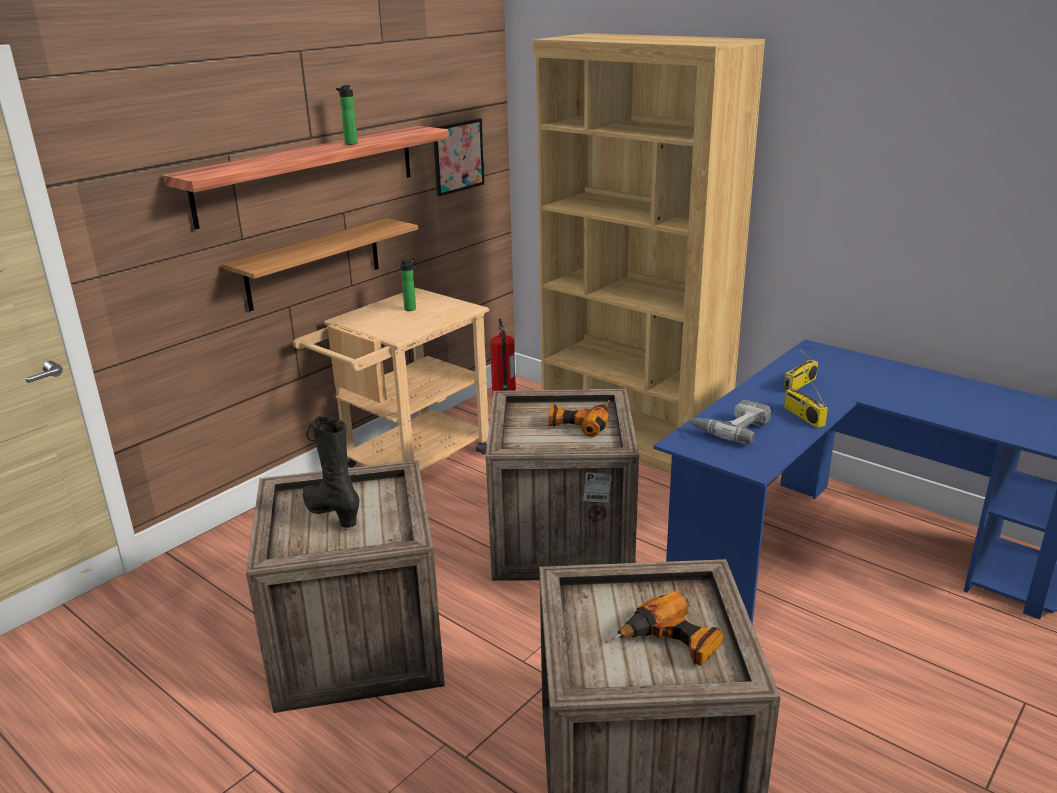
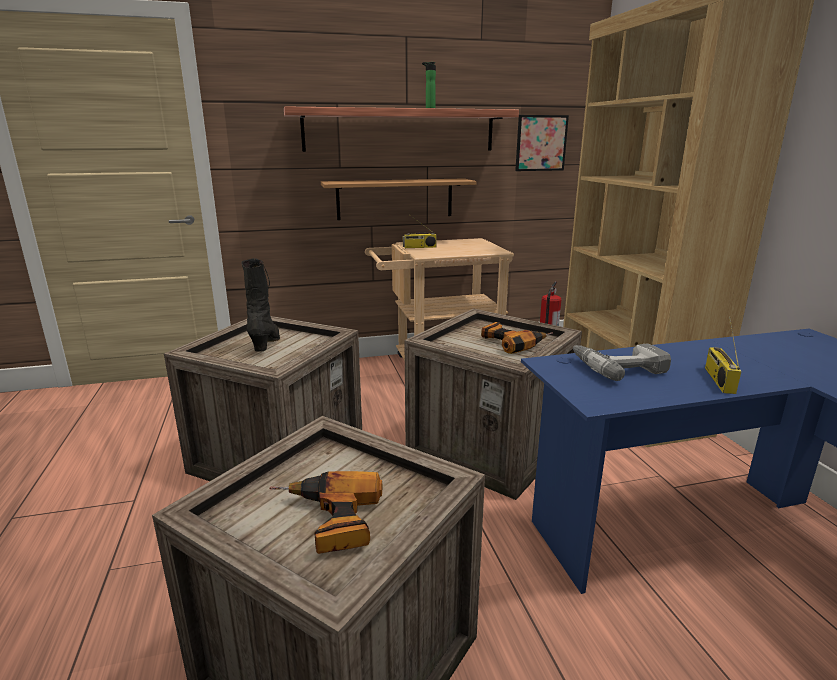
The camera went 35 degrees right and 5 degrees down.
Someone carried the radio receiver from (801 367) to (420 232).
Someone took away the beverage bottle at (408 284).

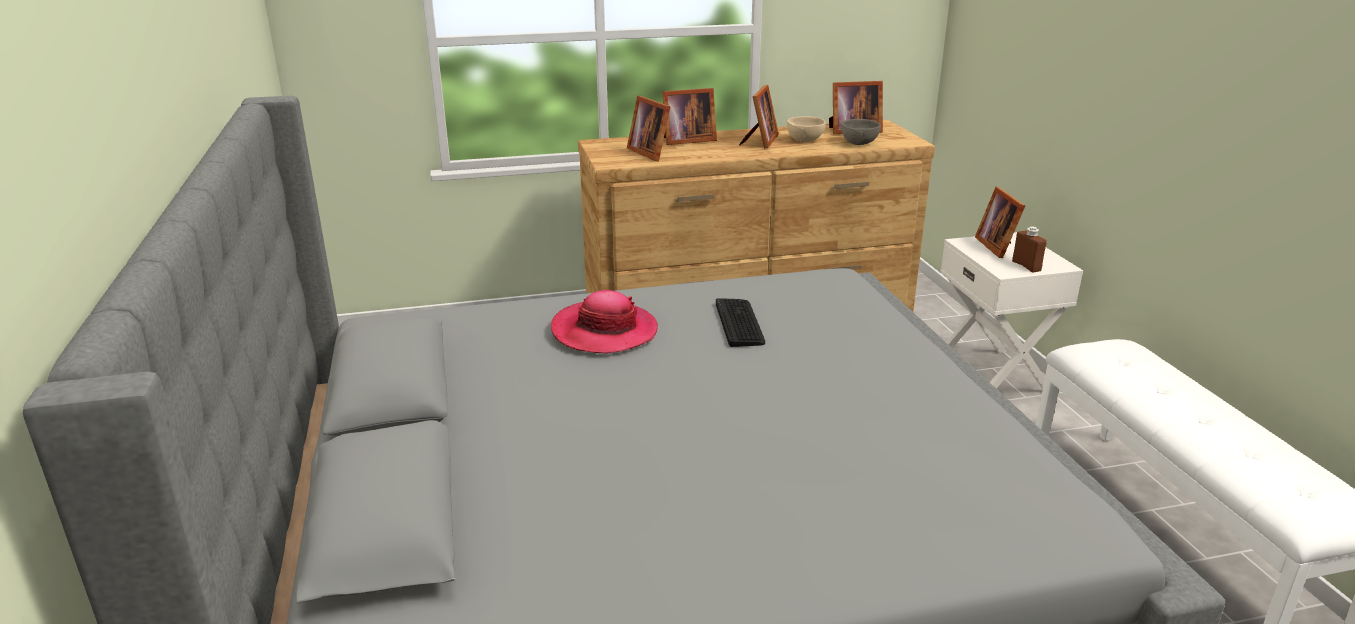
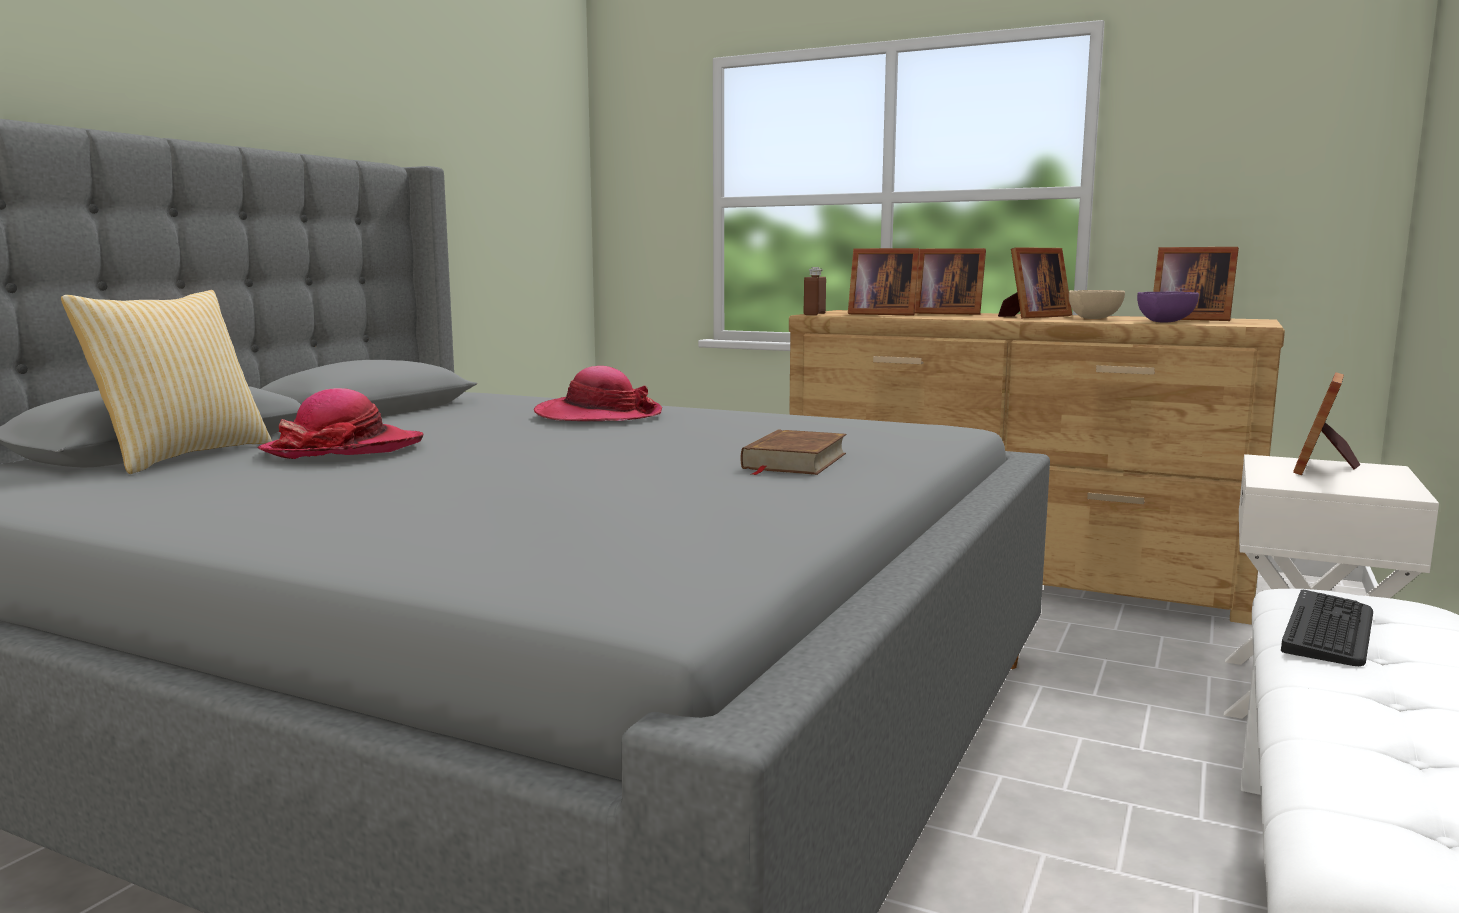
The camera went 40 degrees right and 15 degrees down.
Someone put down the cushion at (166 382).
Someone put down the clothing hat at (340 423).
Someone put down the bound book in brownish at (794 452).
Someone carried the beverage bottle in brownish from (1029 249) to (815 291).
Someone rotated the photo frame at (648 128) by 75 degrees counterclockwise.
Someone repainted the deep dish in grey at (861 132), which became the deep dish in purple at (1168 307).
Someone carried the keyboard from (740 322) to (1327 628).

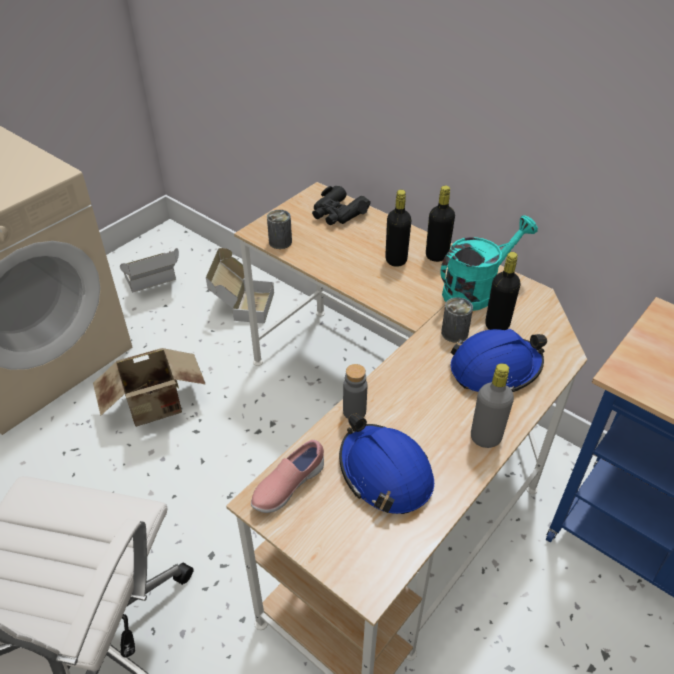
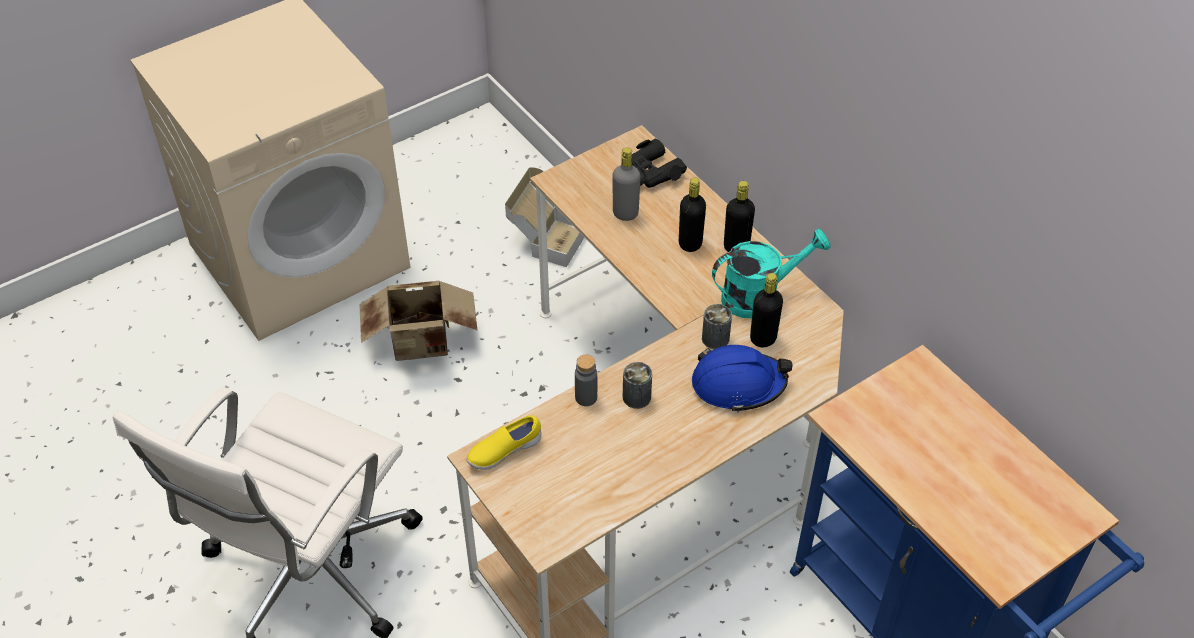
The camera went 15 degrees right and 5 degrees up.
Someone repainted the low shoe in pink-coloured at (287 476), which became the low shoe in yellowish at (503 442).
Someone carried the beverage bottle in grey from (492 405) to (626 184).
Someone carried the can from (279 229) to (637 385).
Someone took away the packing box at (149 270).
Someone took away the safety helmet in blue-coloured at (386 463).

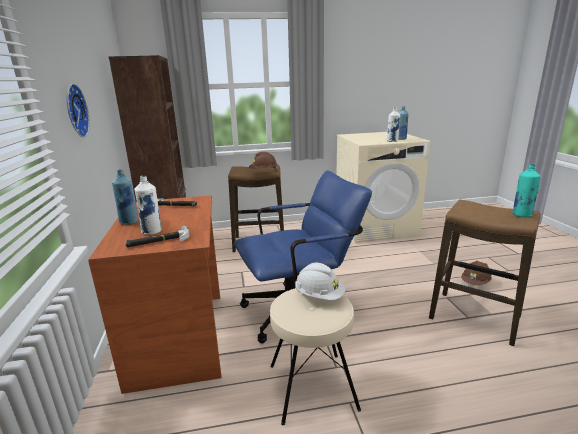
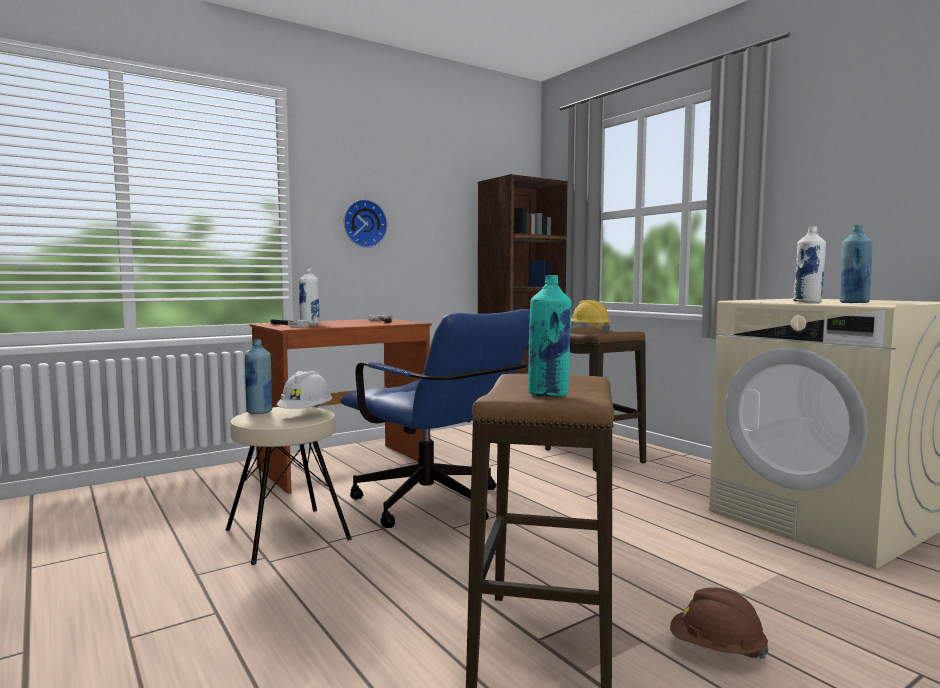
The camera went 65 degrees right and 15 degrees down.
Someone carried the beverage bottle in blue-coloured from (125 197) to (258 376).
Someone repainted the safety helmet in brownish at (263 161), which became the safety helmet in yellowish at (591 316).

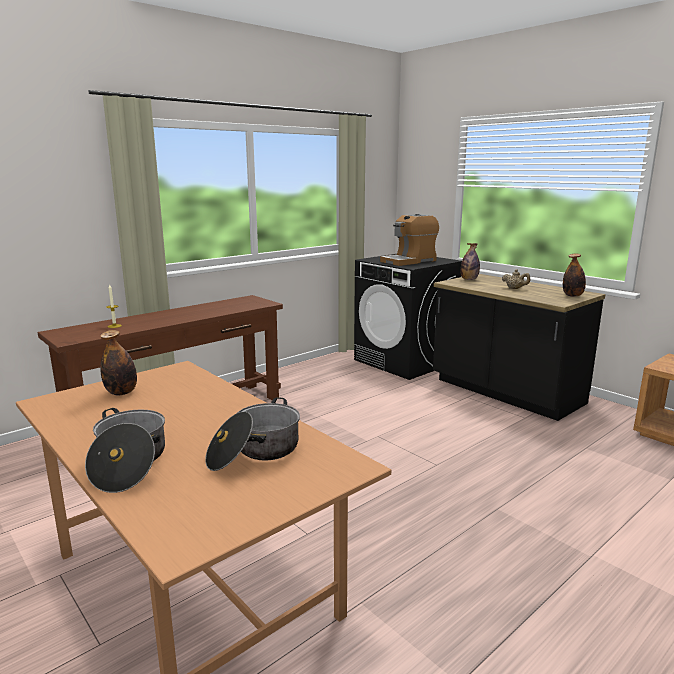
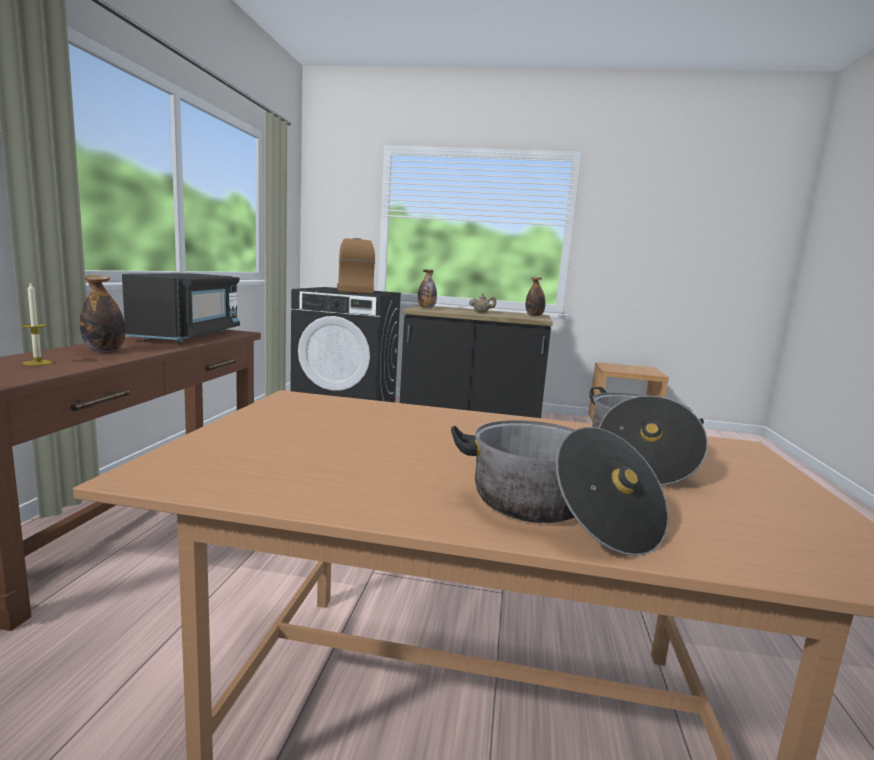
The camera went 40 degrees left and 5 degrees down.
Someone carried the beverage bottle from (118 362) to (103 313).
Someone put down the kitchen microwave in black at (181 307).
Someone rotated the coffee maker at (409 240) by 150 degrees clockwise.

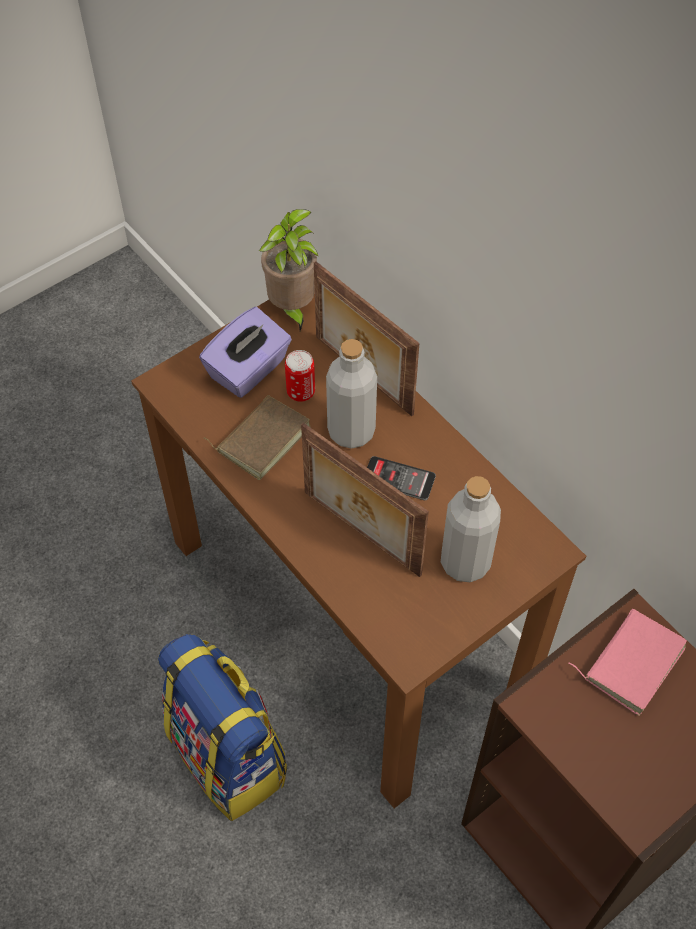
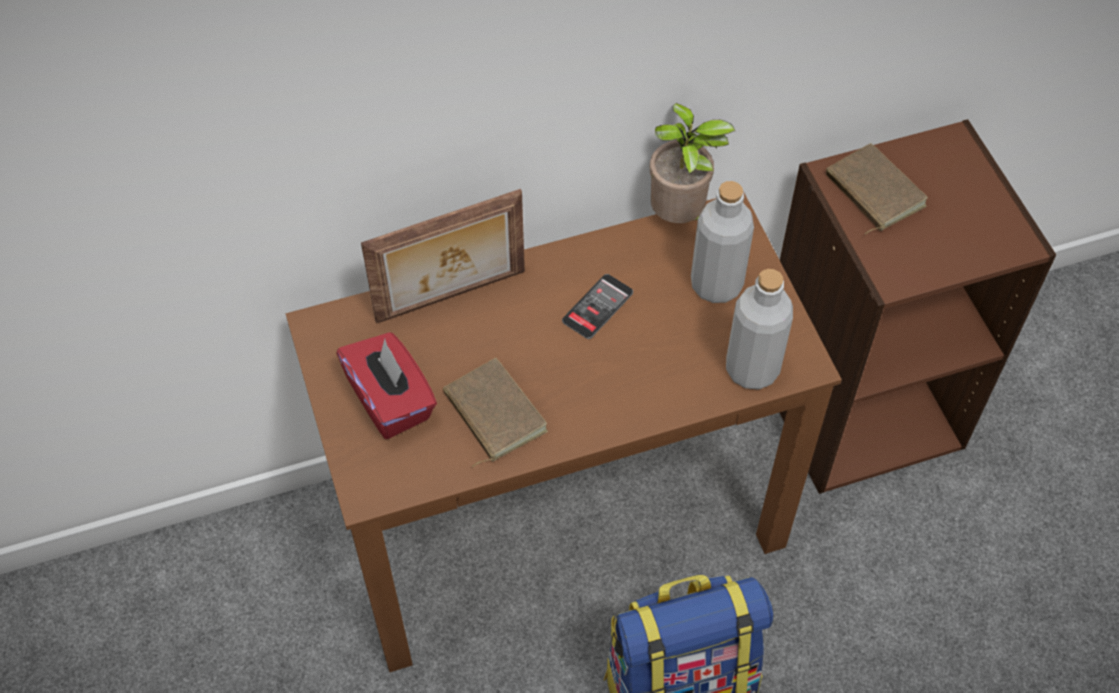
The camera went 70 degrees left and 0 degrees up.
Someone repainted the box of tissues in purple at (245 352), which became the box of tissues in red-coloured at (386 385).
Someone carried the plant in a pot from (289 270) to (692 163).
Someone carried the beverage bottle in grey from (351 394) to (759 329).
Someone repainted the bound book in pink-coloured at (627 662), which became the bound book in brownish at (877 189).
Someone took away the can at (300 376).
Someone took away the photo frame at (365 500).

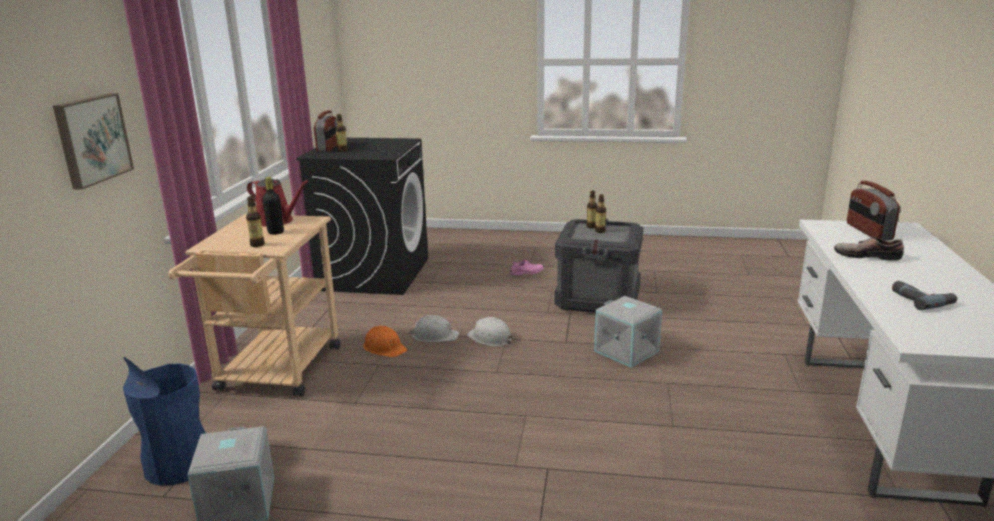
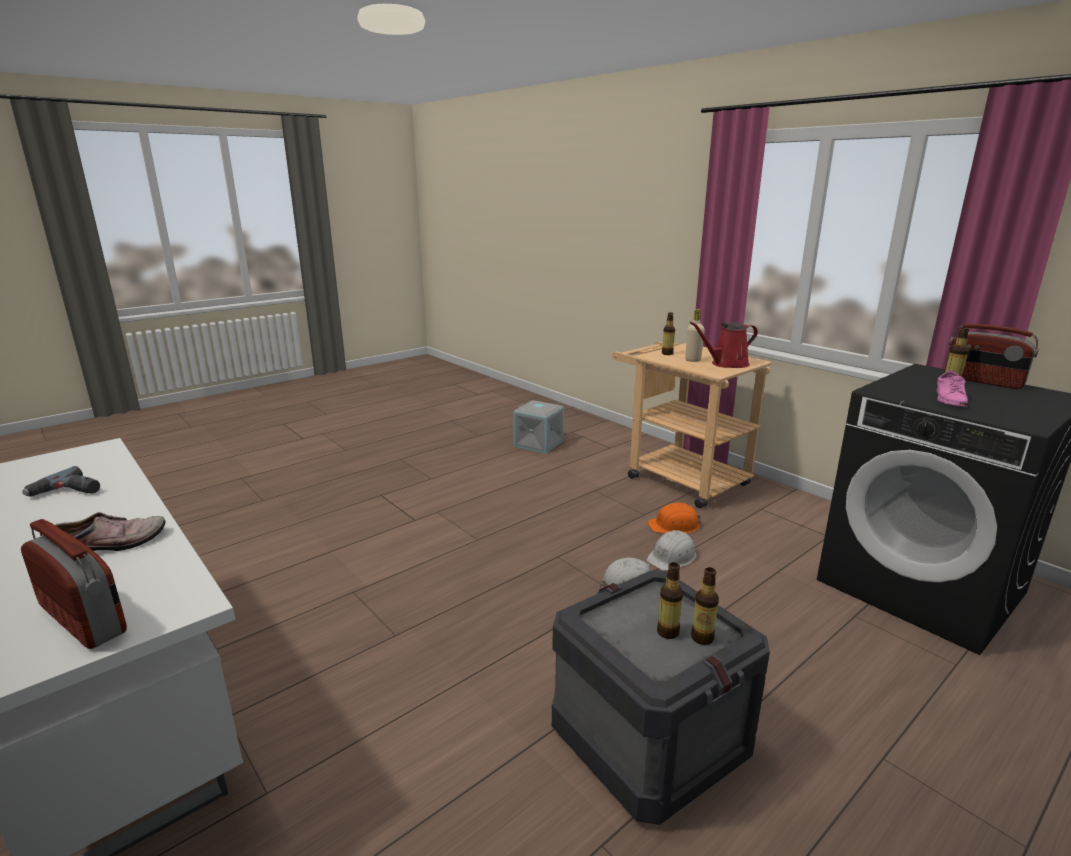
The camera went 130 degrees right and 0 degrees up.
Someone repainted the beverage bottle in black at (273 206), which became the beverage bottle in sand-coloured at (695 335).
Someone carried the low shoe in pink-coloured from (527 267) to (952 388).
Someone took away the wall picture at (93 141).
Someone took away the rubbish bin in blue-coloured at (164 421).
Someone took away the storage container in grey at (628 332).

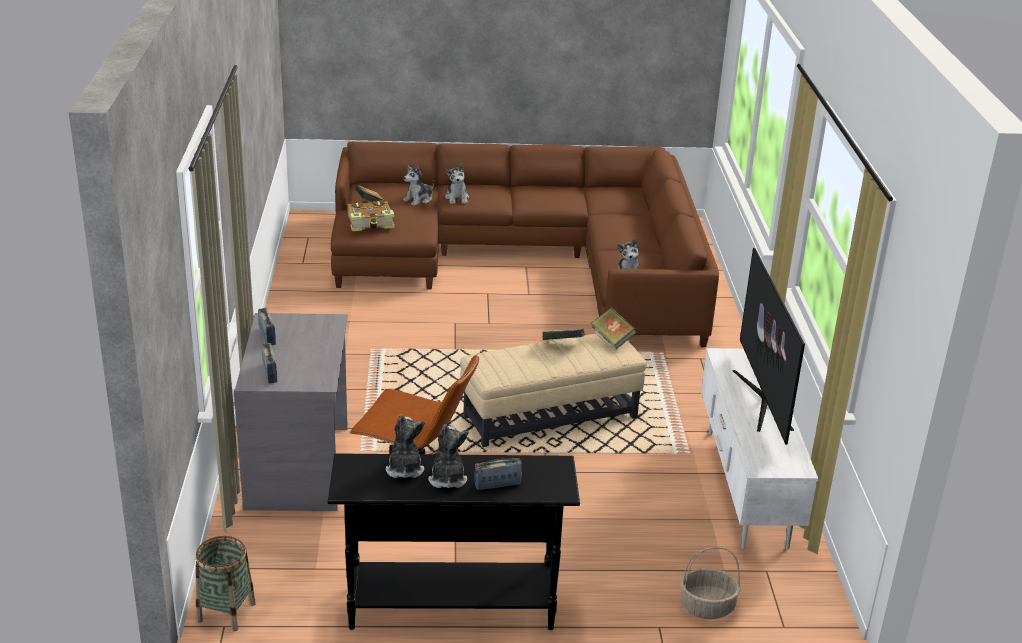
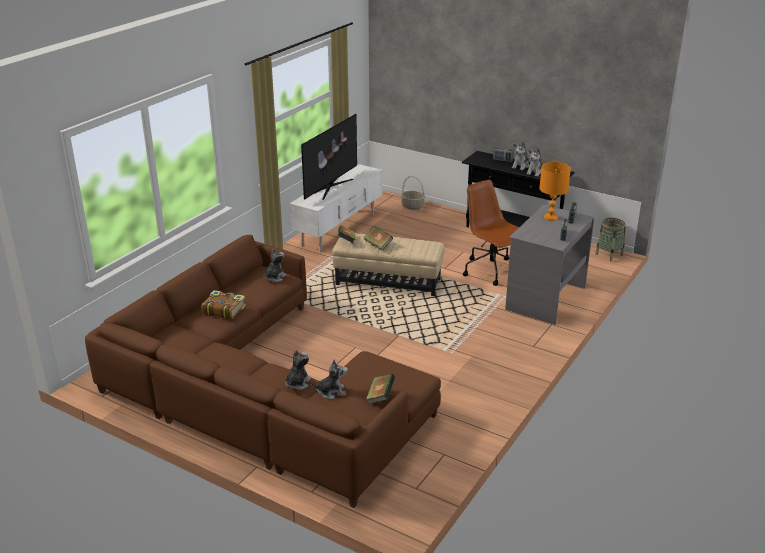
The camera went 145 degrees left and 0 degrees up.
Someone carried the bound book from (371 215) to (223 304).
Someone put down the tabletop lamp in orange at (555 191).

